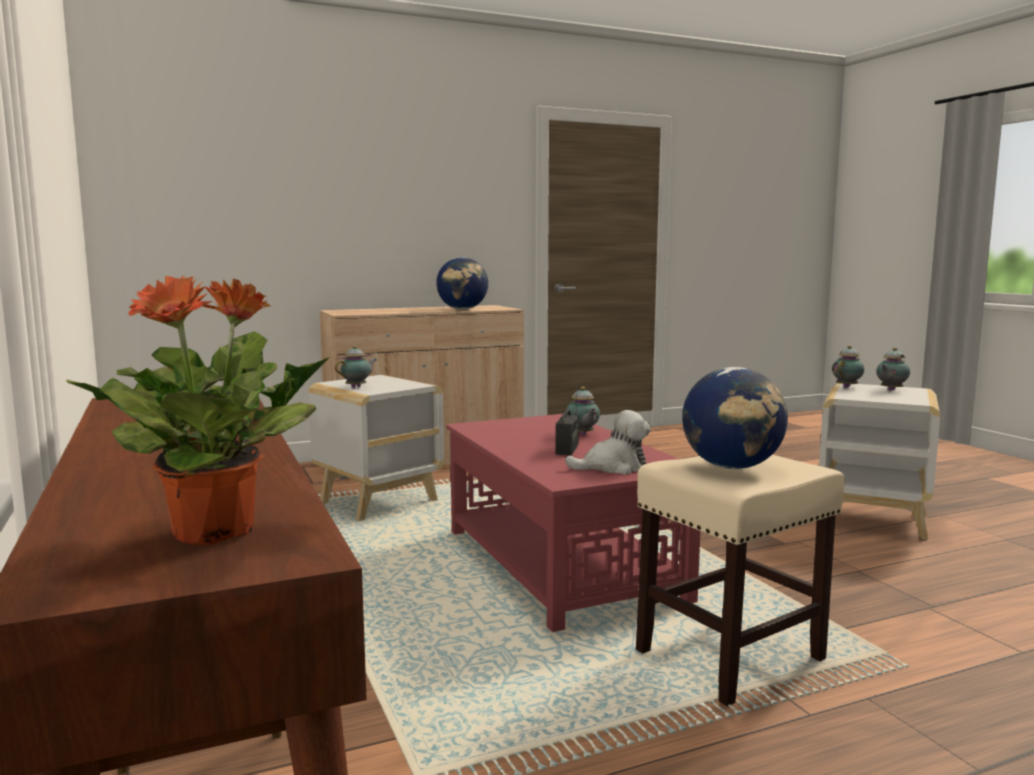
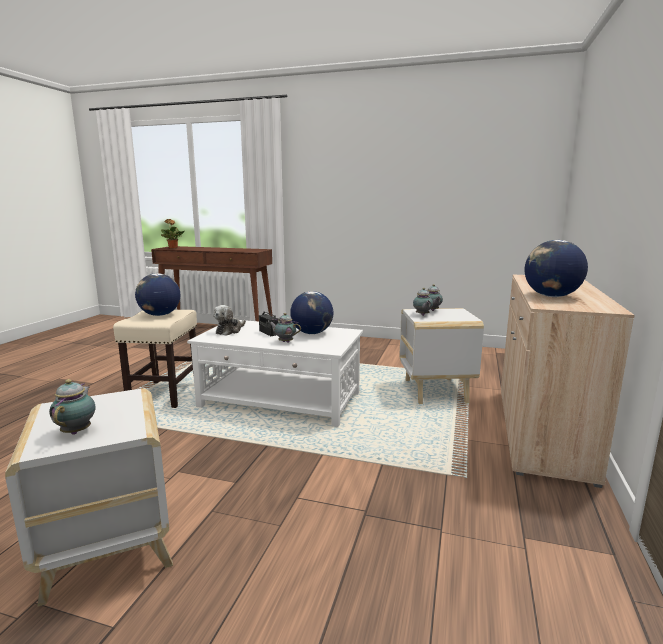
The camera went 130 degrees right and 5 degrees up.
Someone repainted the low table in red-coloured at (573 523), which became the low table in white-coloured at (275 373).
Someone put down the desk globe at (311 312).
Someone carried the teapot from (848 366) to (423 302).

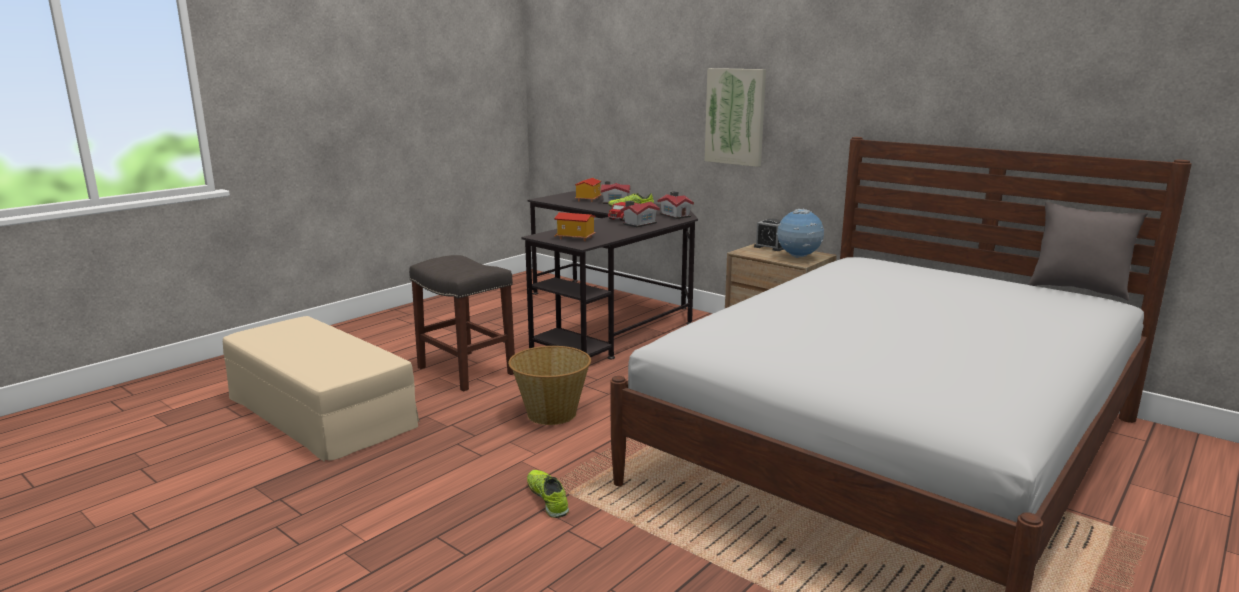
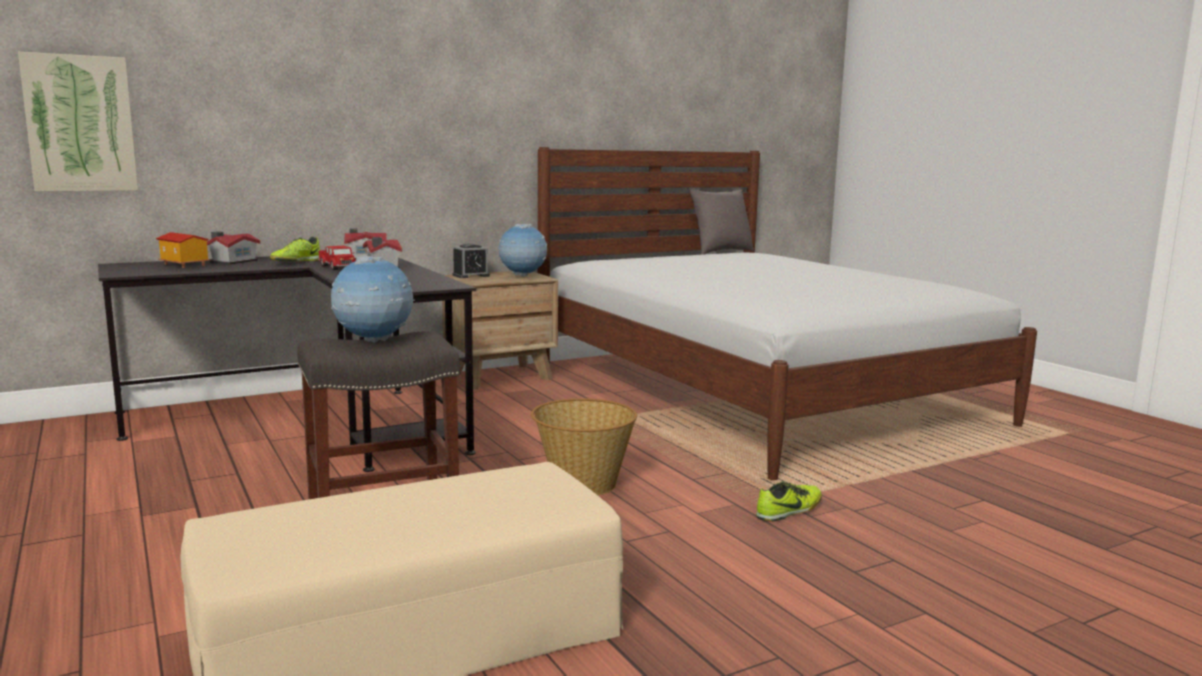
The camera went 70 degrees left and 5 degrees down.
Someone carried the wall picture from (735 117) to (78 121).
Someone put down the desk globe at (373 299).
Someone rotated the low shoe at (548 494) by 150 degrees clockwise.
Someone took away the miniature house at (575 226).

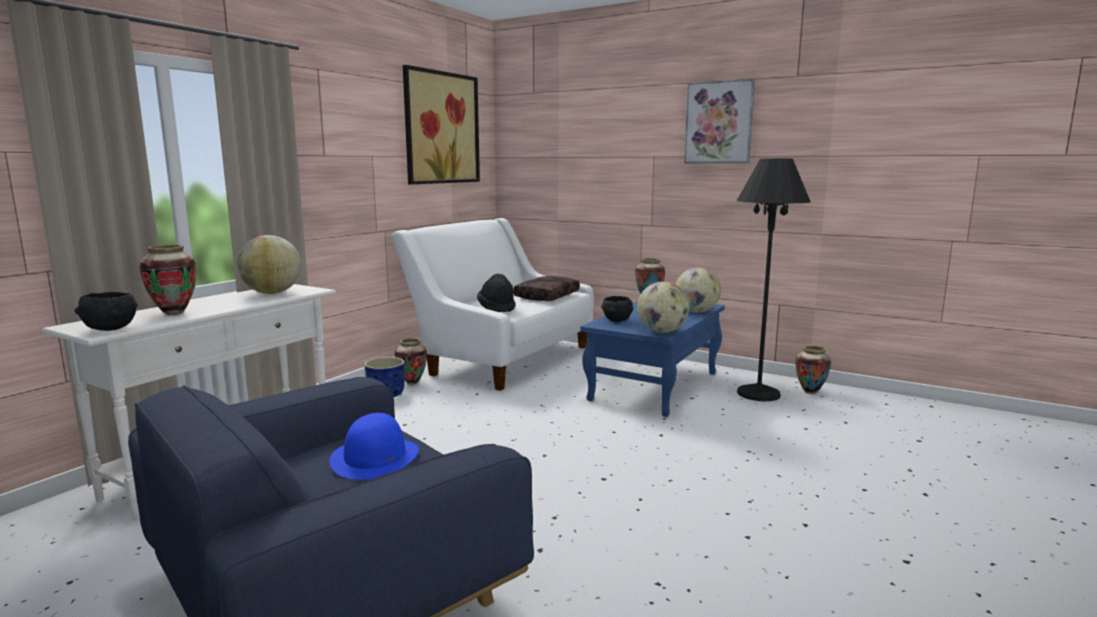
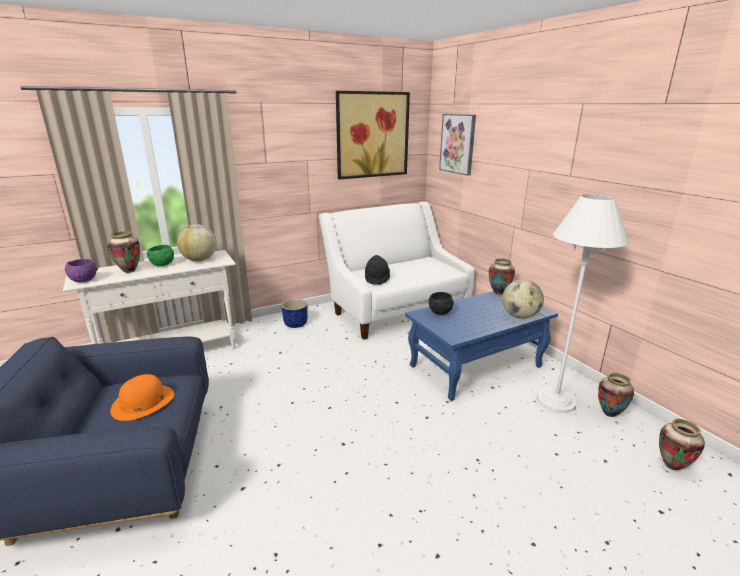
The camera went 30 degrees right and 10 degrees up.
Someone repainted the deep dish in black at (106 311), which became the deep dish in purple at (81 270).
Someone repainted the clothing hat in blue-coloured at (374 446), which became the clothing hat in orange at (142 397).
Someone put down the deep dish in greenish at (160 255).
Someone carried the wall picture from (719 121) to (457 145).
Someone repainted the floor lamp in black at (773 279), which became the floor lamp in white-coloured at (583 303).
Someone carried the decorative vase from (411 361) to (682 444).
Someone took away the cushion in brownish at (546 288).
Someone took away the desk globe at (663 307).

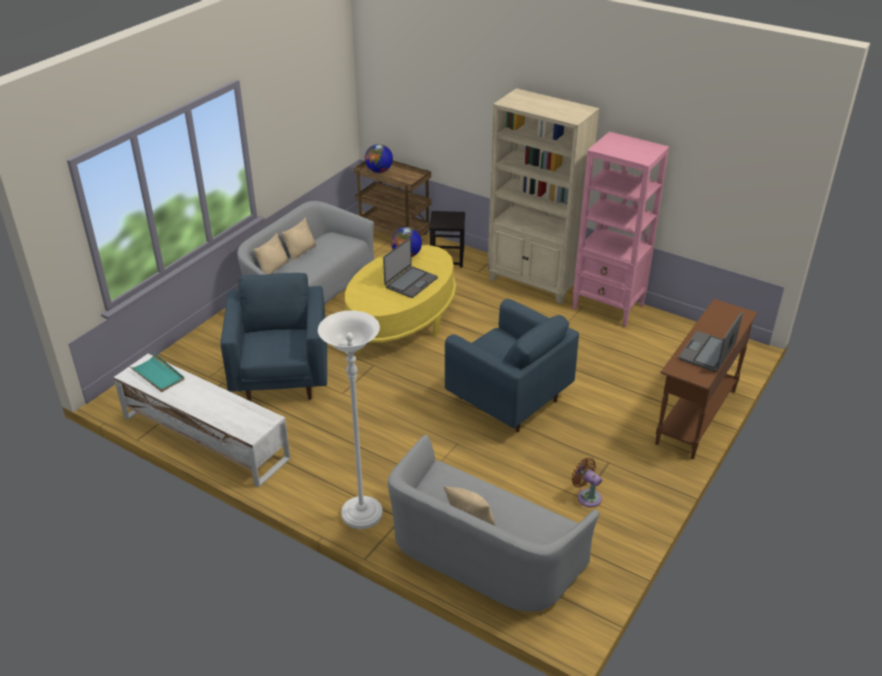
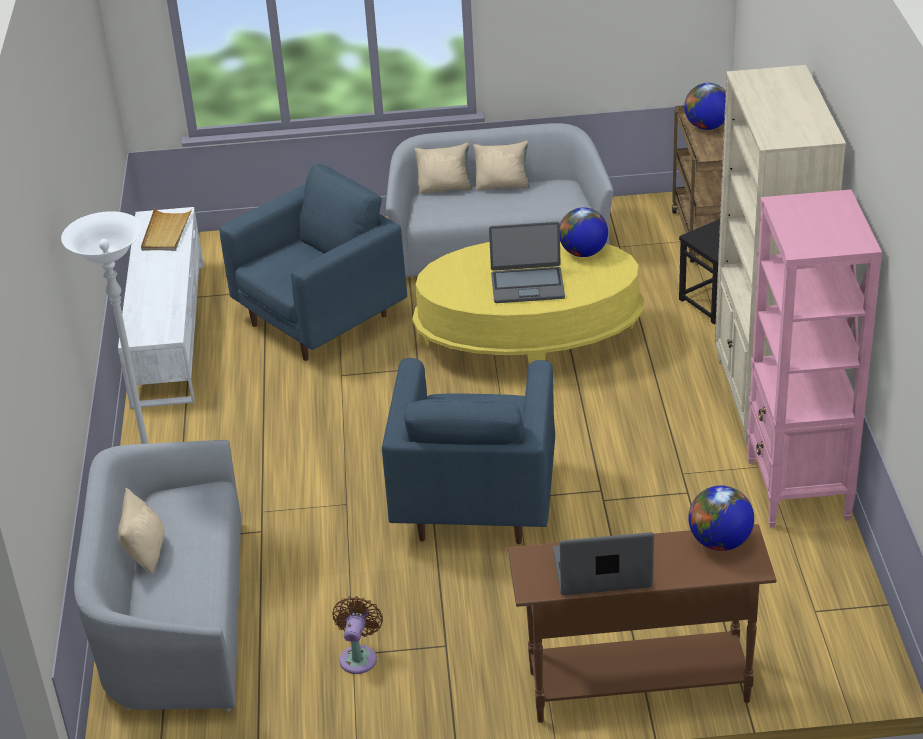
The camera went 55 degrees right and 0 degrees up.
Someone repainted the serving tray in turquoise-coloured at (157 372), which became the serving tray in sand-coloured at (166 229).
Someone put down the desk globe at (721 518).

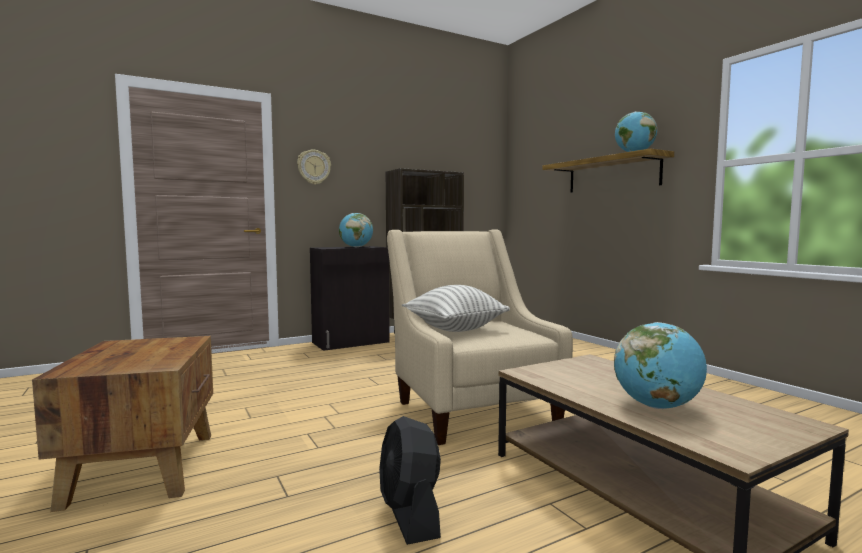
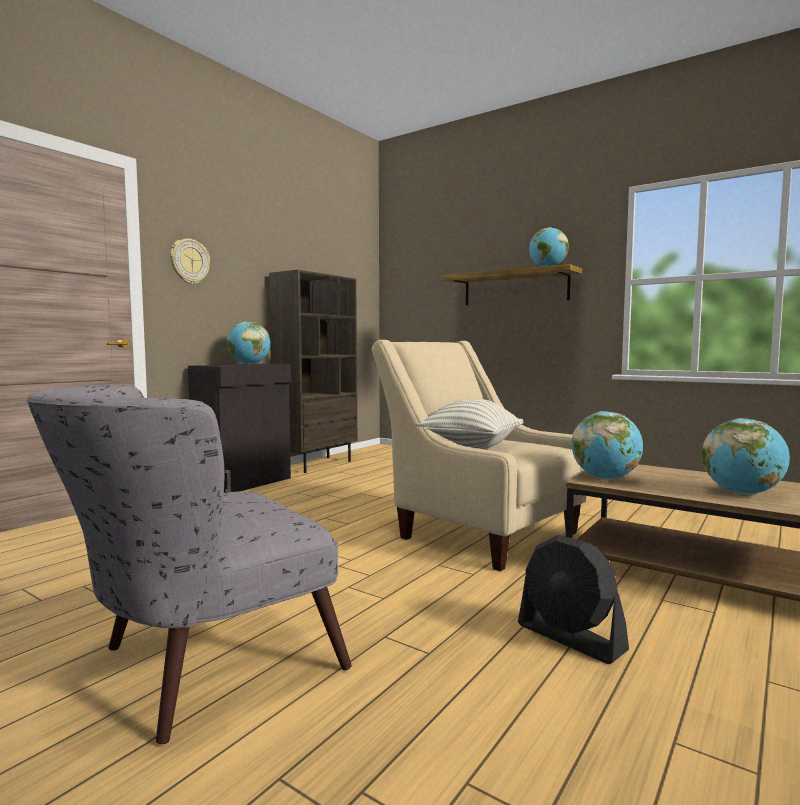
The camera went 25 degrees left and 0 degrees up.
Someone swapped the side table in brownish at (122 424) for the lounge chair in grey at (189 564).
Someone put down the desk globe at (607 445).

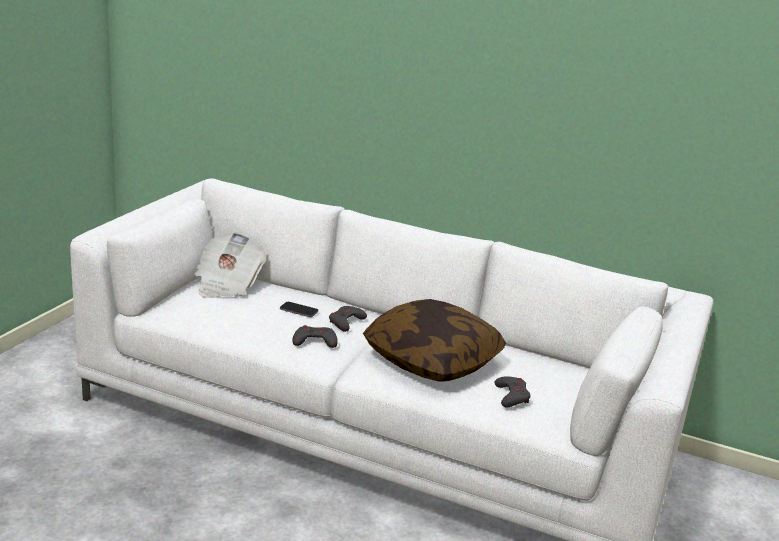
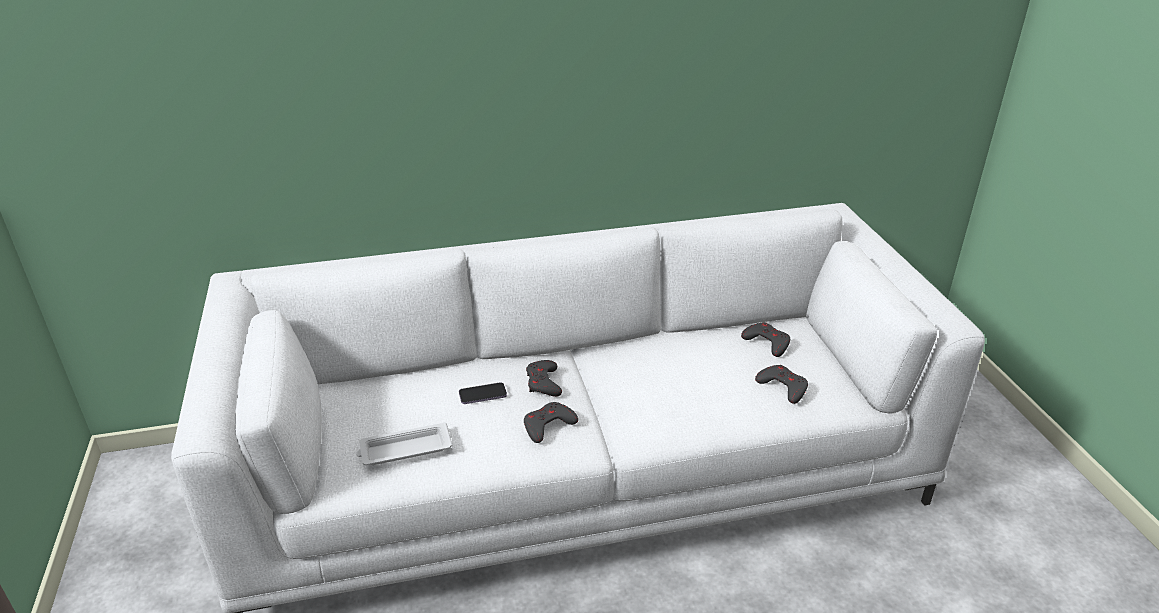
The camera went 35 degrees left and 10 degrees up.
Someone put down the serving tray in white-coloured at (404 443).
Someone put down the joypad in grey at (765 339).
Someone took away the newspaper at (230 265).
Someone took away the cushion at (434 340).

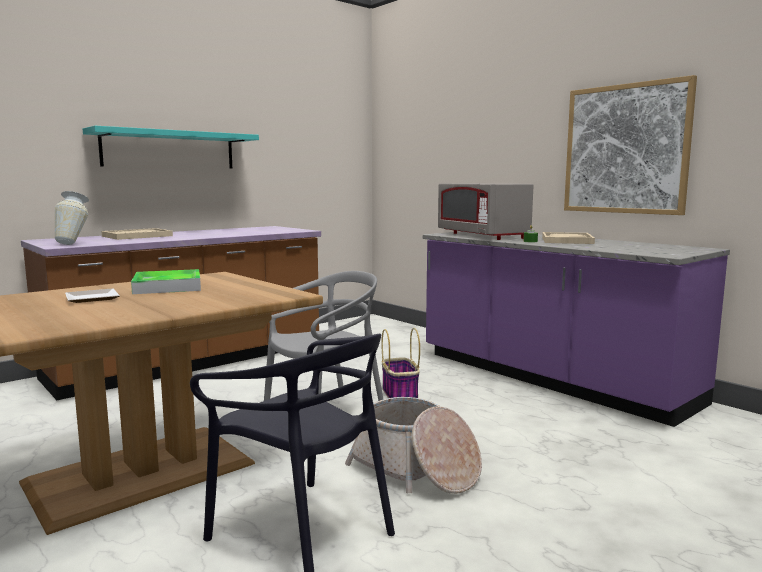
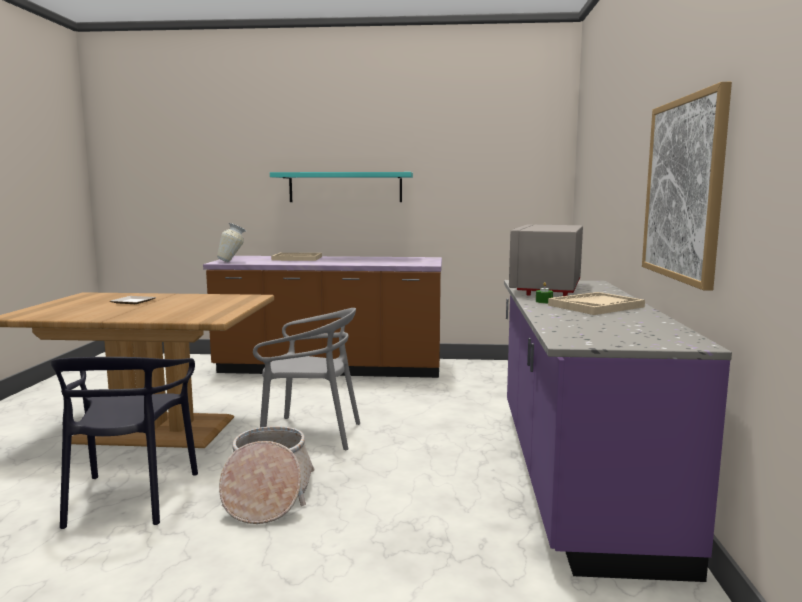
The camera went 45 degrees right and 0 degrees up.
Someone took away the serving tray at (166 281).
Someone took away the household basket at (400 363).

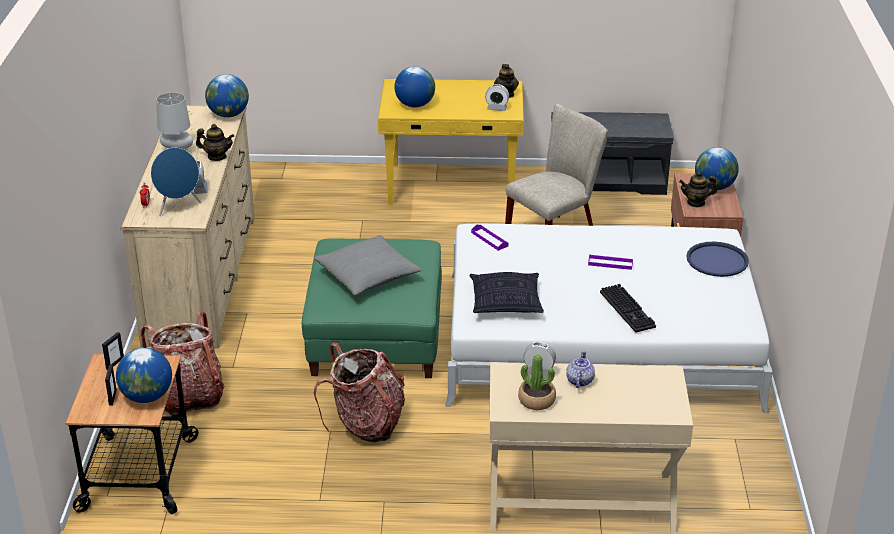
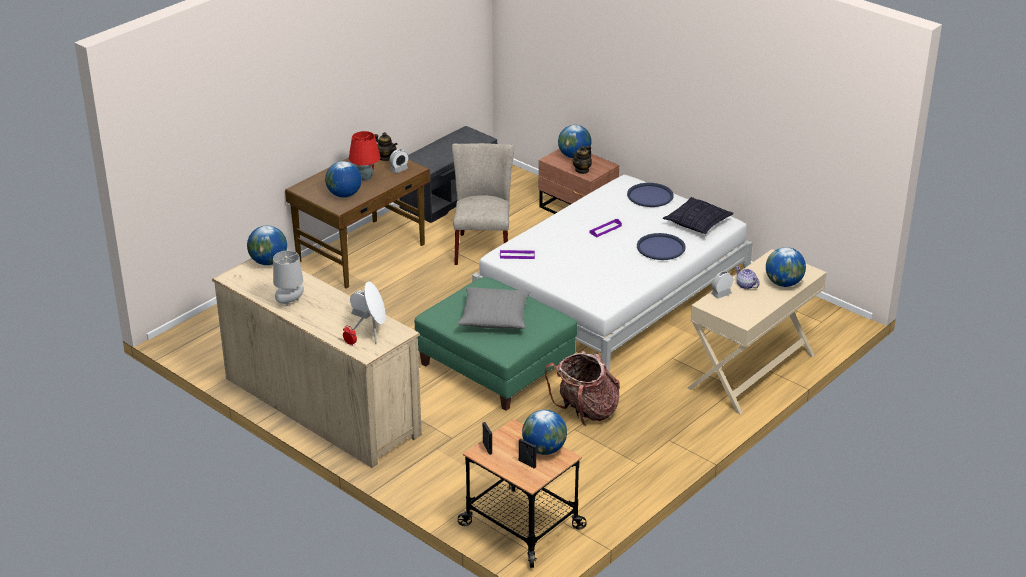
The camera went 50 degrees left and 0 degrees up.
Someone repainted the desk unit in yellowish at (451 142), which became the desk unit in brownish at (357 223).
Someone put down the tabletop lamp in red-coloured at (364 156).
Someone repainted the audio speaker in blue-coloured at (176 182), which became the audio speaker in white-coloured at (369 312).
Someone swapped the keyboard at (628 308) for the serving tray in blue-coloured at (661 246).
Someone carried the cushion from (506 292) to (698 215).
Someone put down the desk globe at (786 267).
Someone took away the rucksack at (183 363).
Someone took away the teapot at (215 142).
Someone took away the plant in a pot at (537 382).

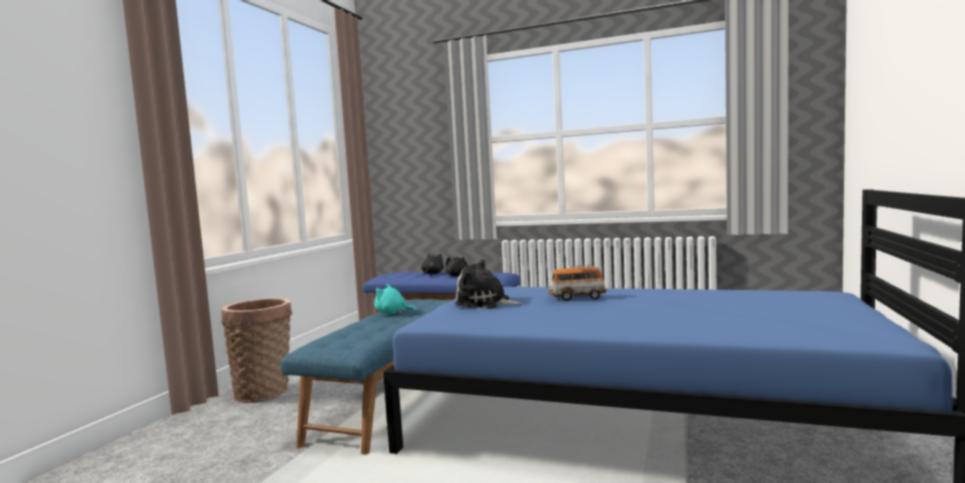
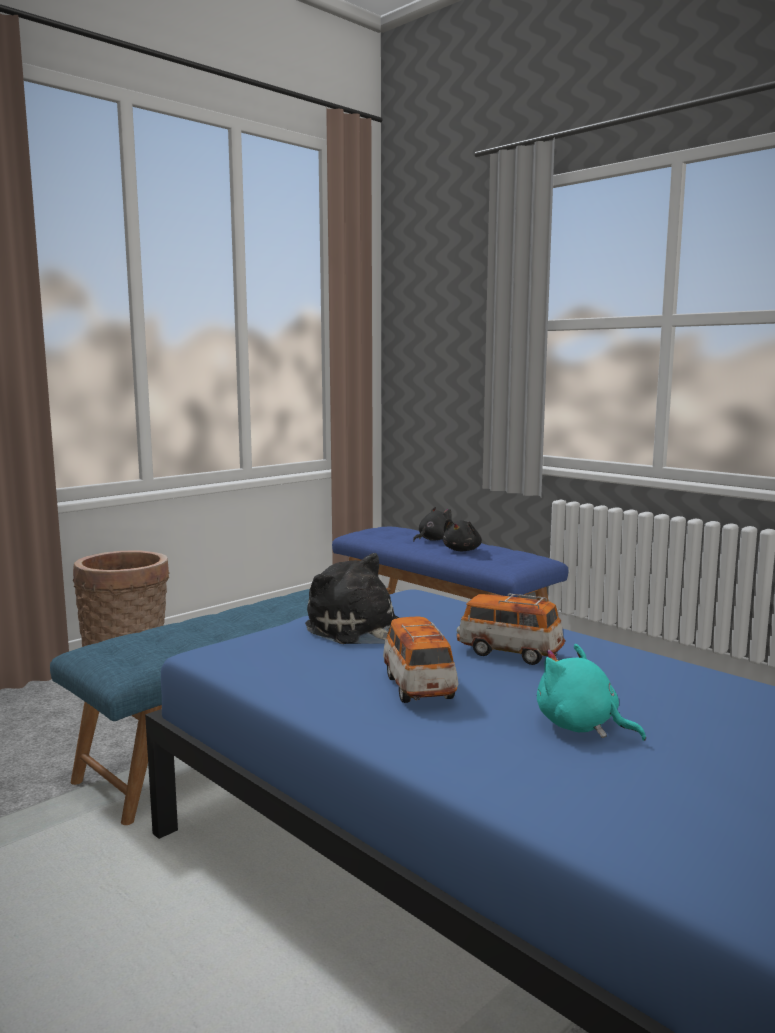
The camera went 25 degrees right and 5 degrees up.
Someone put down the miniature car at (420 659).
Someone carried the soft toy in turquoise-coloured from (395 299) to (591 692).

